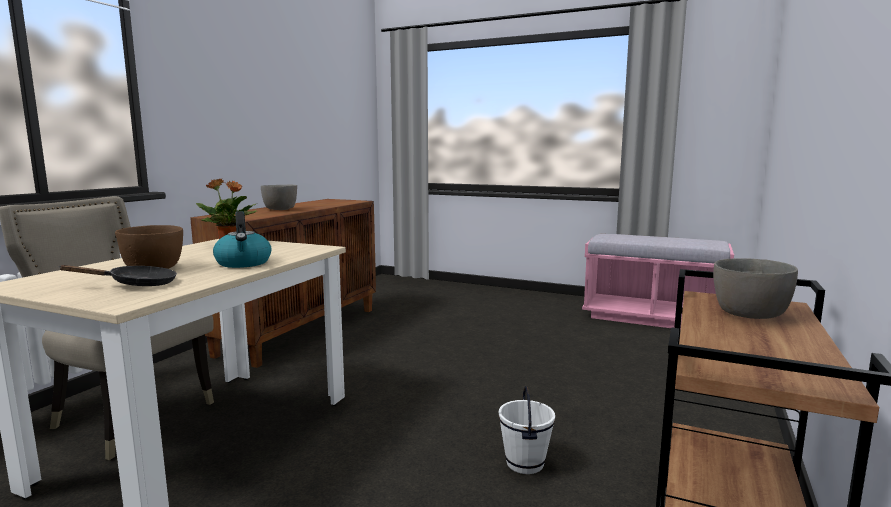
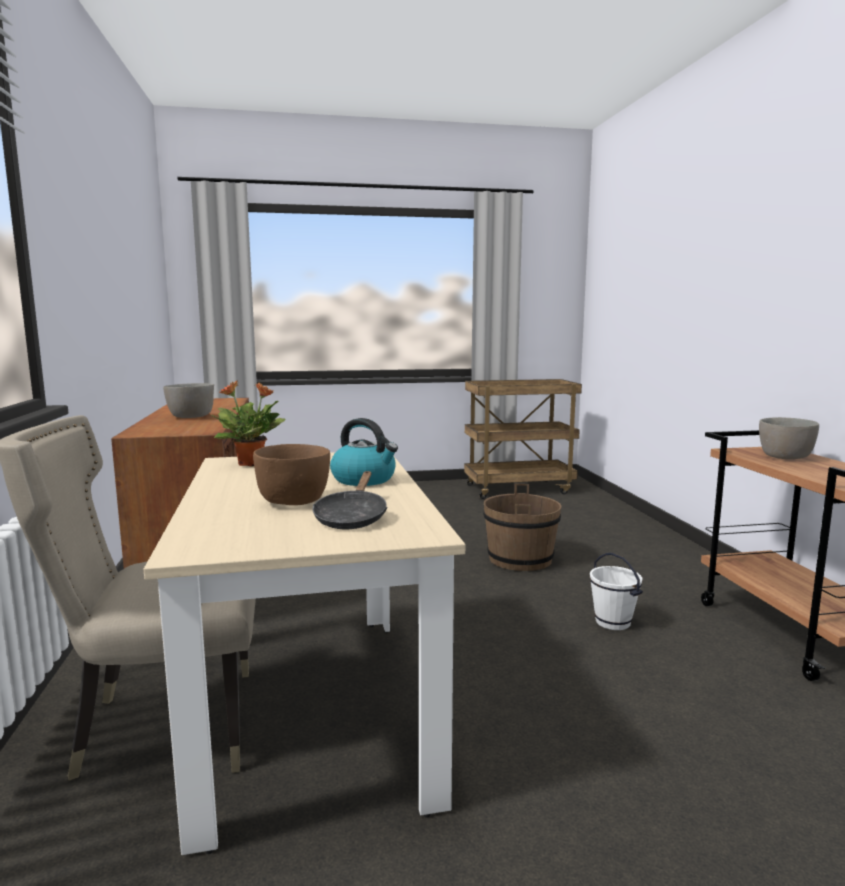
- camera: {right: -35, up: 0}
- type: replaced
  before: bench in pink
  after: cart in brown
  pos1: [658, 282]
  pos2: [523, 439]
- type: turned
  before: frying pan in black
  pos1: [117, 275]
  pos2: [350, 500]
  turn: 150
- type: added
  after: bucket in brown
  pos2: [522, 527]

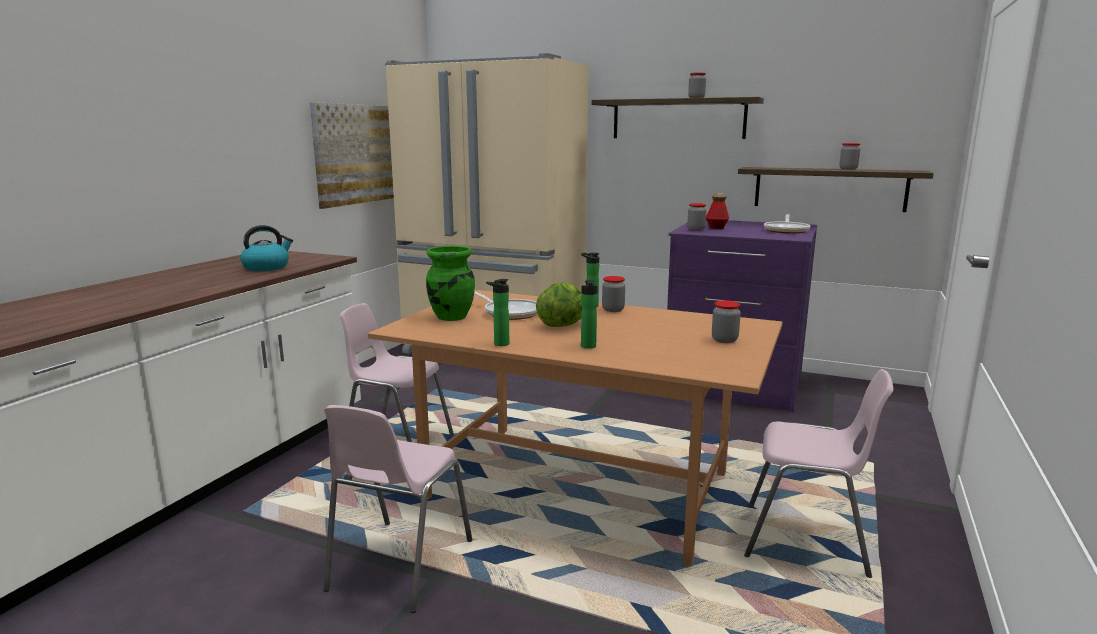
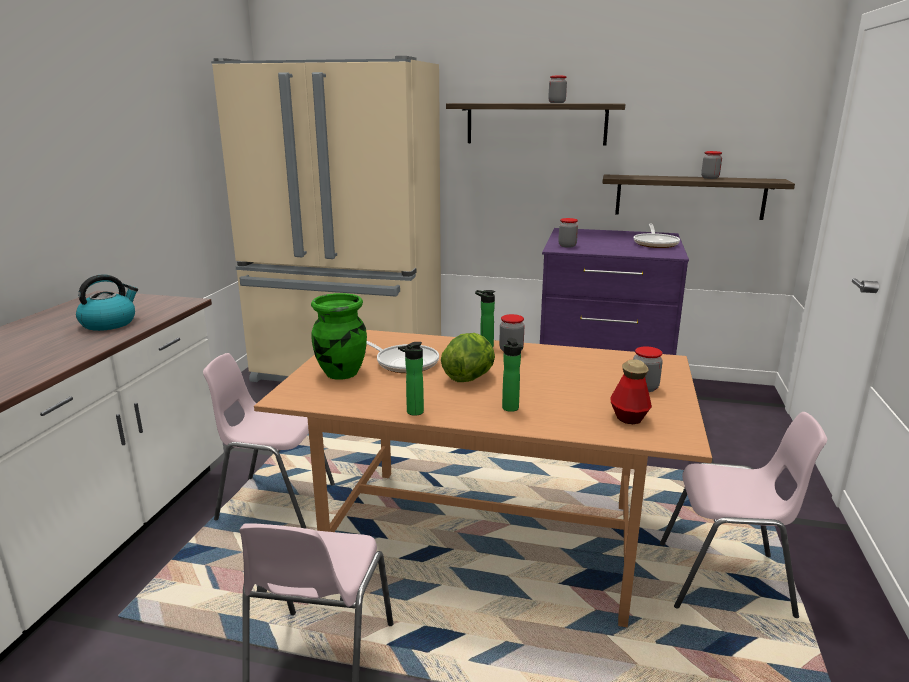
- camera: {right: -10, up: 5}
- type: removed
  before: picture
  pos1: [352, 155]
- type: moved
  before: bottle
  pos1: [717, 211]
  pos2: [631, 391]

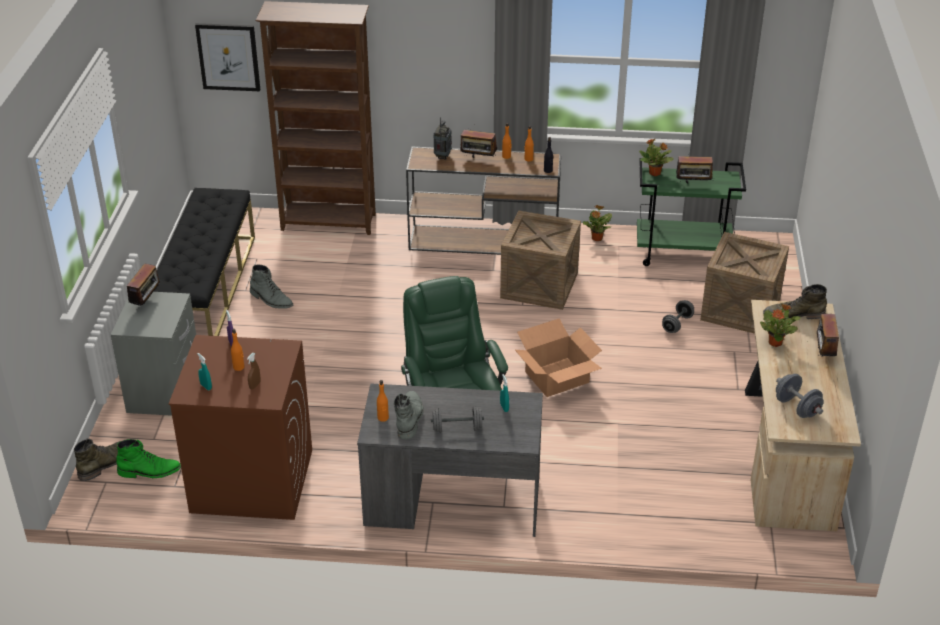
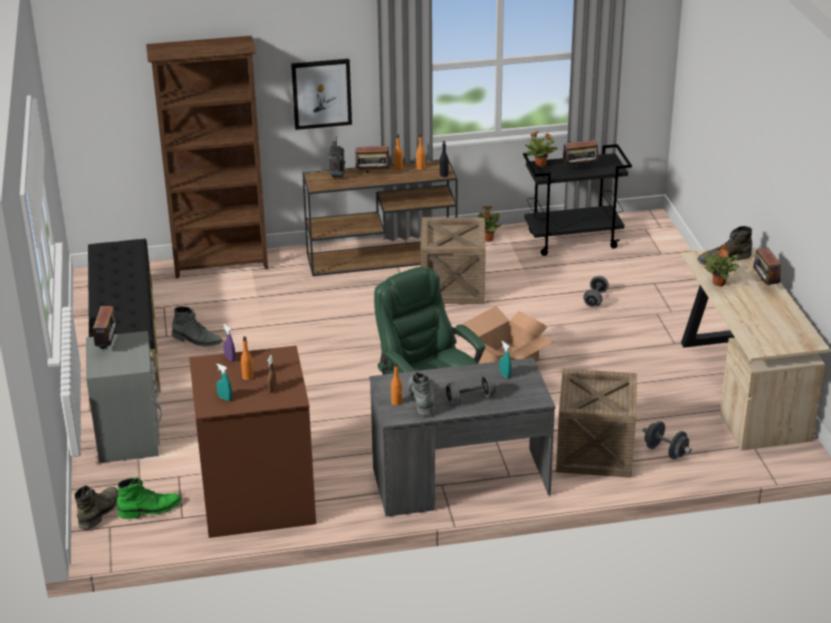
- camera: {right: -15, up: -5}
- type: moved
  before: picture
  pos1: [227, 57]
  pos2: [321, 94]
- type: recoloured
  before: cart in green
  after: cart in black
  pos1: [691, 212]
  pos2: [577, 200]
- type: moved
  before: crate
  pos1: [744, 283]
  pos2: [596, 423]
- type: moved
  before: dumbbell in grey
  pos1: [800, 396]
  pos2: [667, 440]

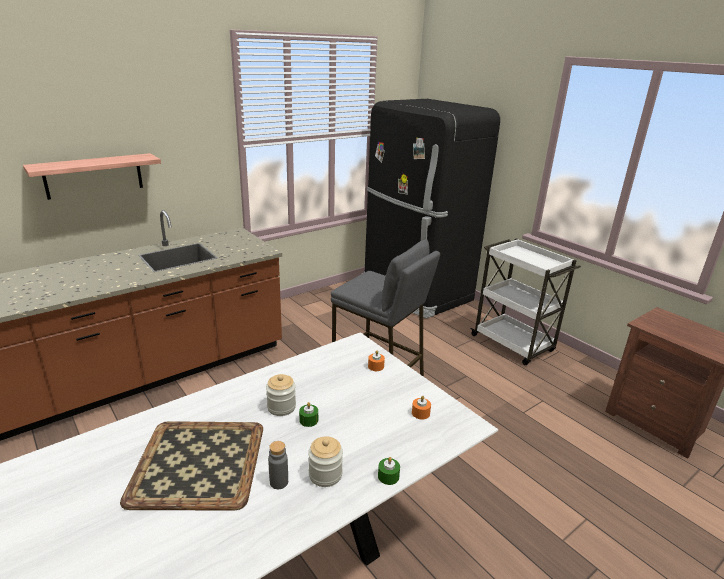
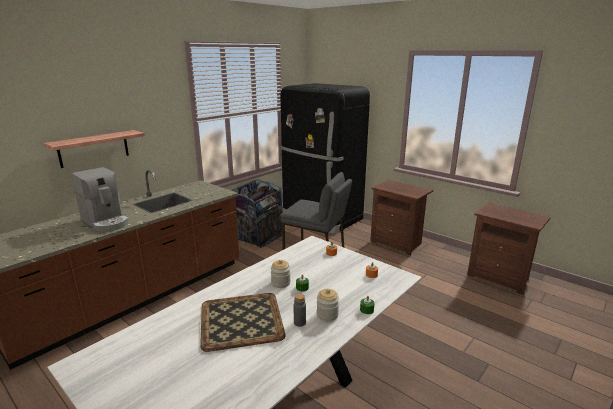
- camera: {right: -10, up: -5}
- type: replaced
  before: cart in white
  after: nightstand in brown
  pos1: [525, 301]
  pos2: [401, 217]
- type: added
  after: coffee machine
  pos2: [100, 199]
- type: added
  after: trash can
  pos2: [257, 213]

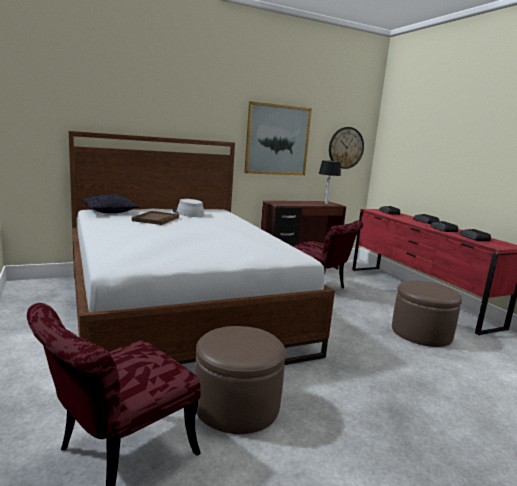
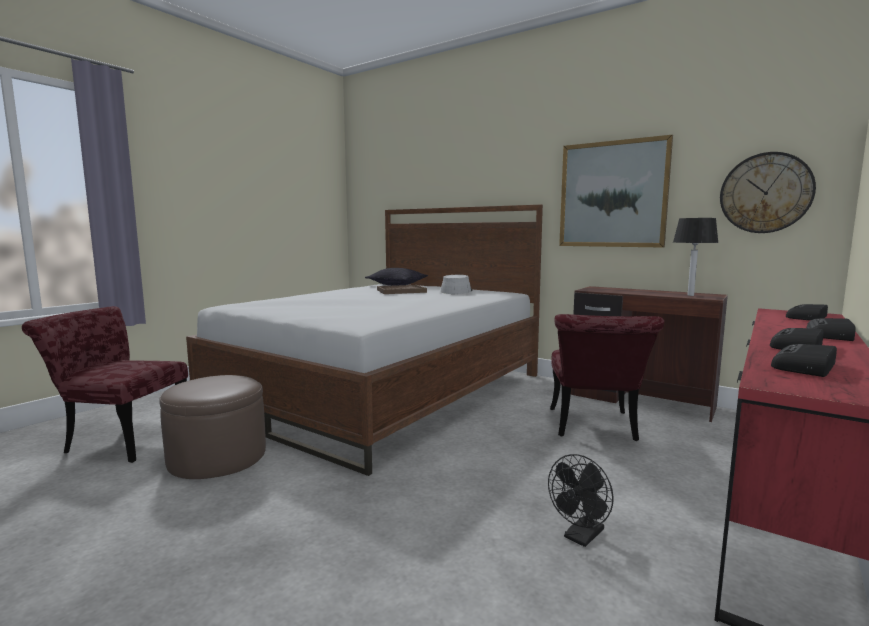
- camera: {right: 60, up: -5}
- type: replaced
  before: ottoman in brown
  after: fan in black
  pos1: [427, 313]
  pos2: [581, 500]

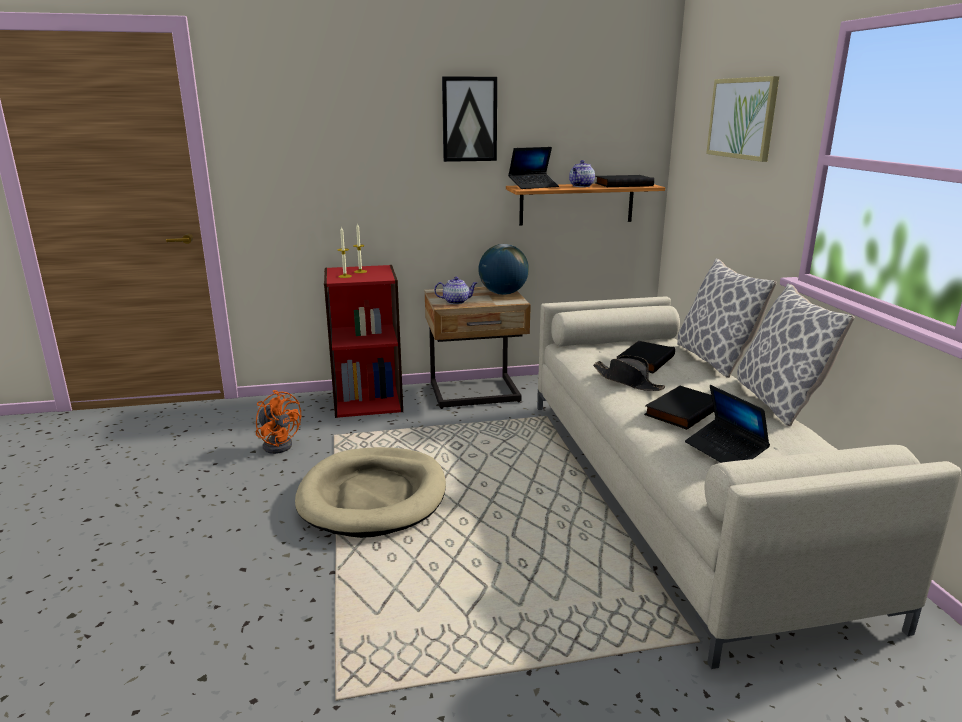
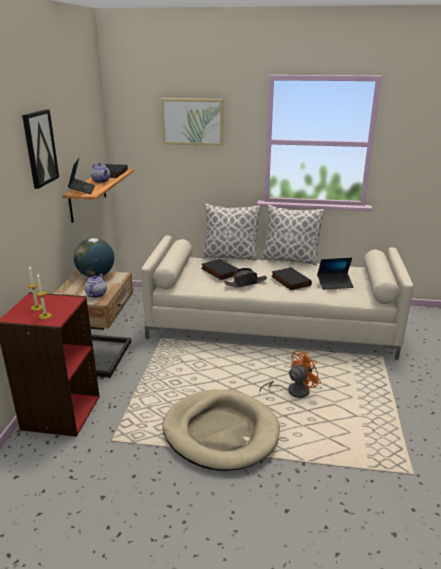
- camera: {right: -70, up: 5}
- type: moved
  before: fan in orange
  pos1: [278, 422]
  pos2: [290, 374]

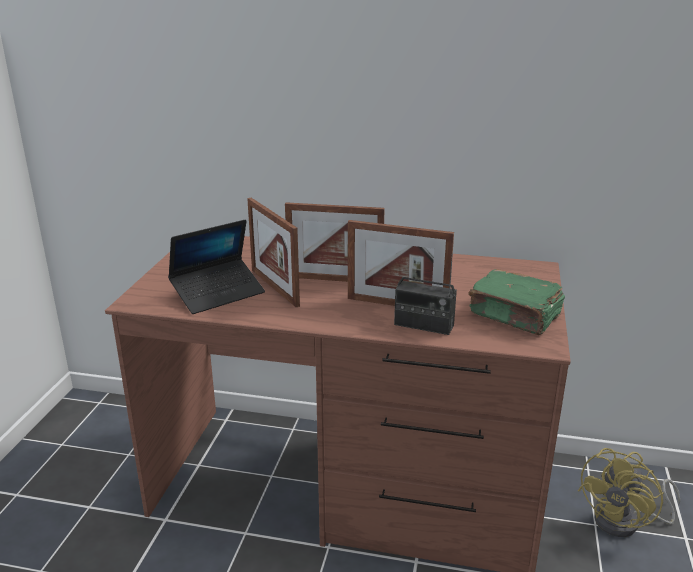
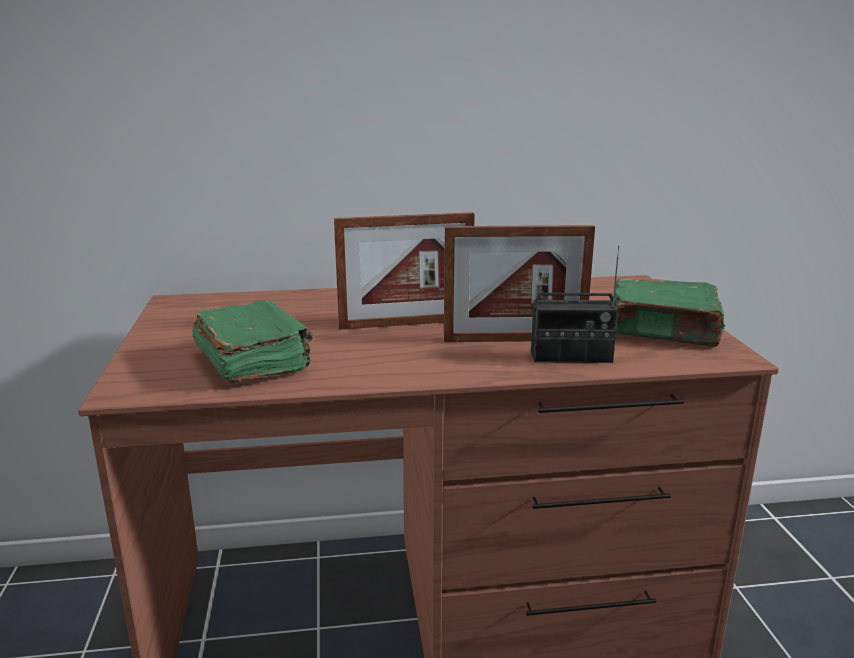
- camera: {right: -20, up: -5}
- type: removed
  before: picture frame
  pos1: [273, 252]
- type: replaced
  before: laptop
  after: book in green
  pos1: [216, 267]
  pos2: [253, 341]
- type: removed
  before: fan in yellow
  pos1: [629, 492]

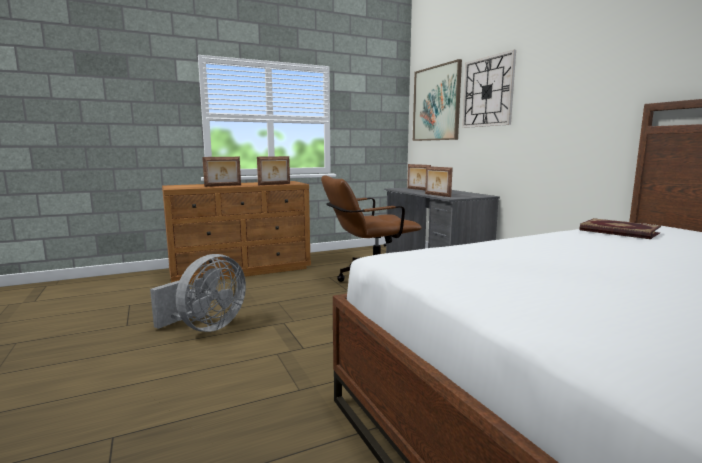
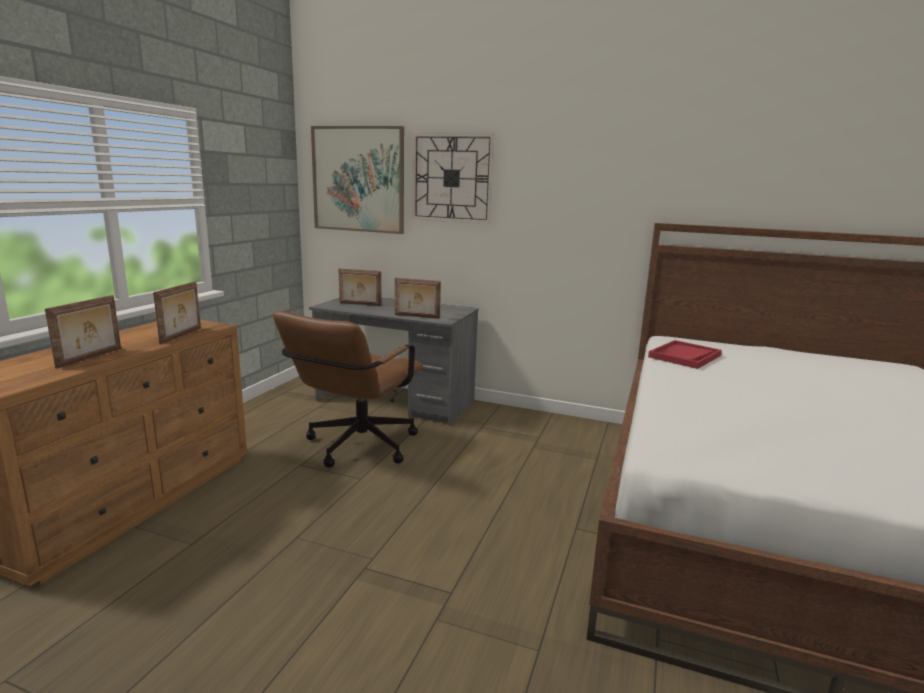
- camera: {right: -45, up: 5}
- type: replaced
  before: book
  after: tray in red
  pos1: [620, 228]
  pos2: [685, 354]
- type: removed
  before: fan in grey
  pos1: [198, 293]

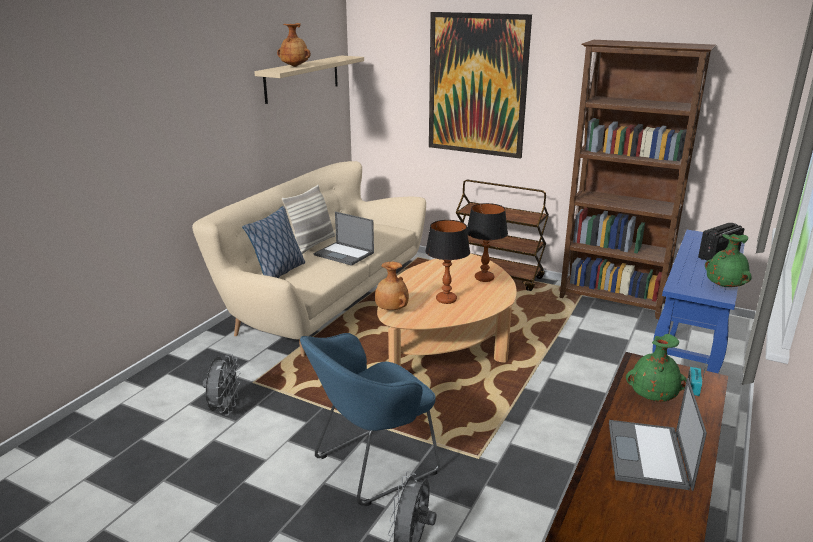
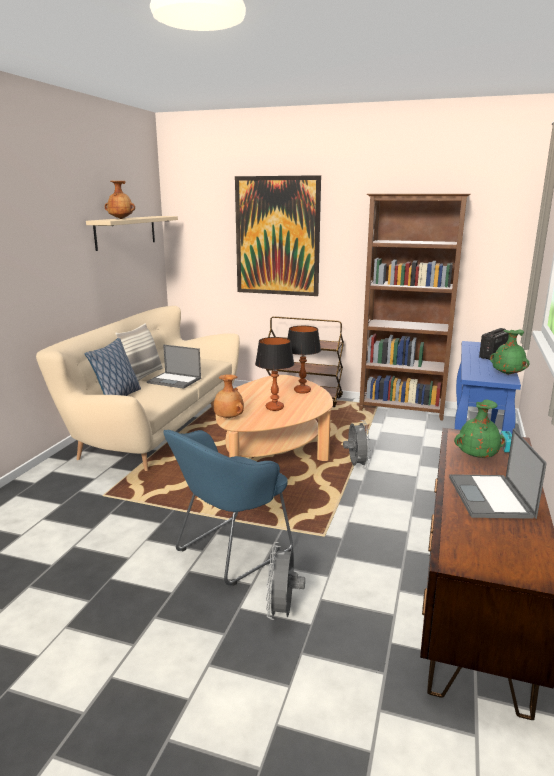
- camera: {right: -10, up: -5}
- type: moved
  before: fan in grey
  pos1: [222, 384]
  pos2: [357, 444]

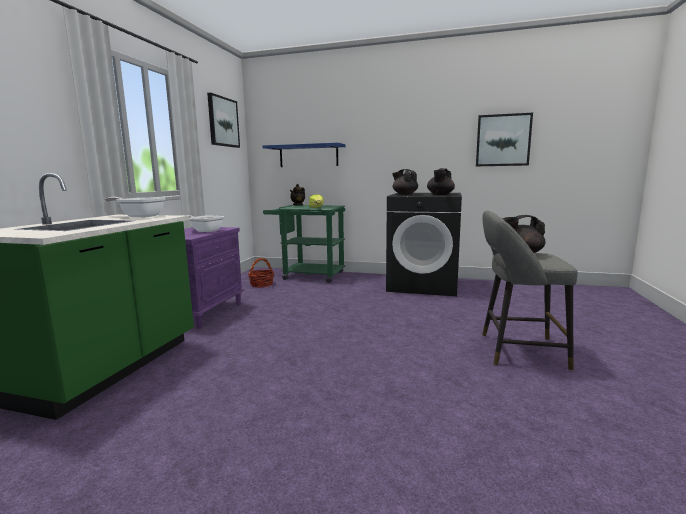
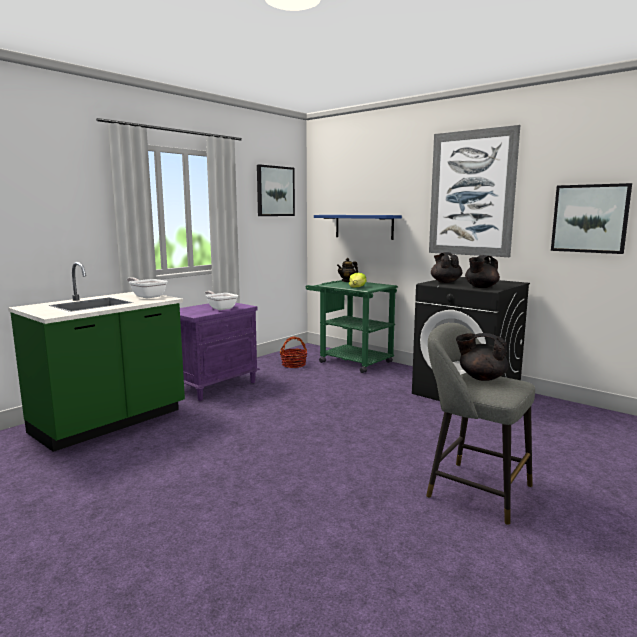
- camera: {right: 25, up: 0}
- type: added
  after: picture
  pos2: [474, 191]

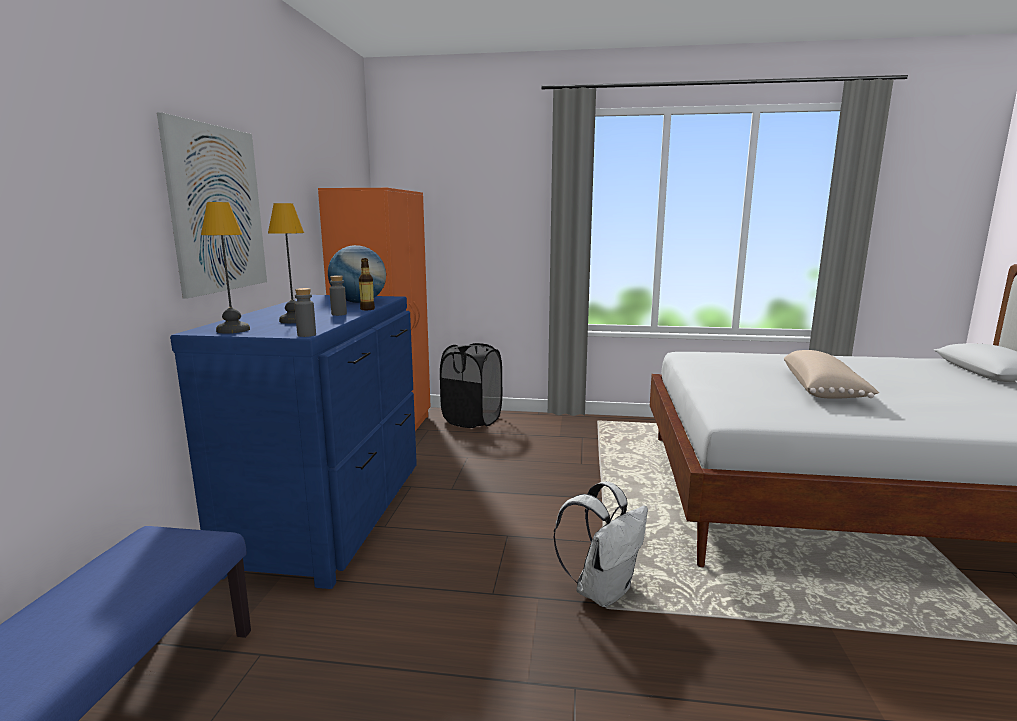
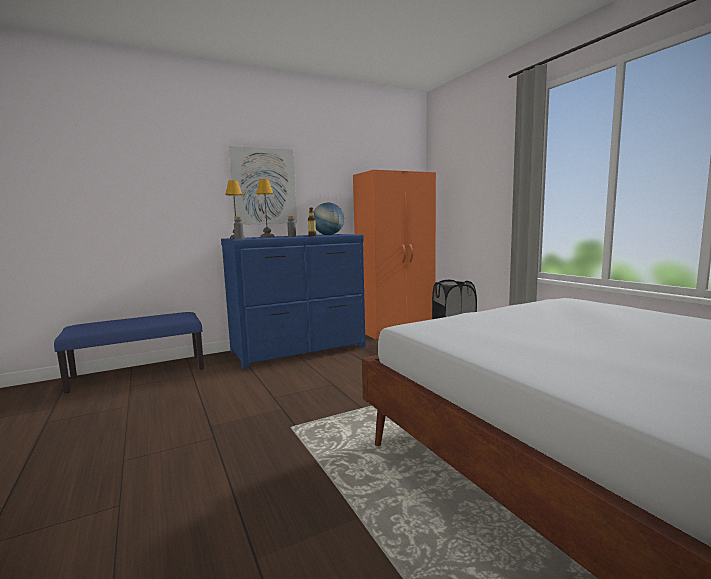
- camera: {right: 55, up: -5}
- type: removed
  before: pillow in beige
  pos1: [831, 374]
- type: removed
  before: backpack in white
  pos1: [600, 544]

